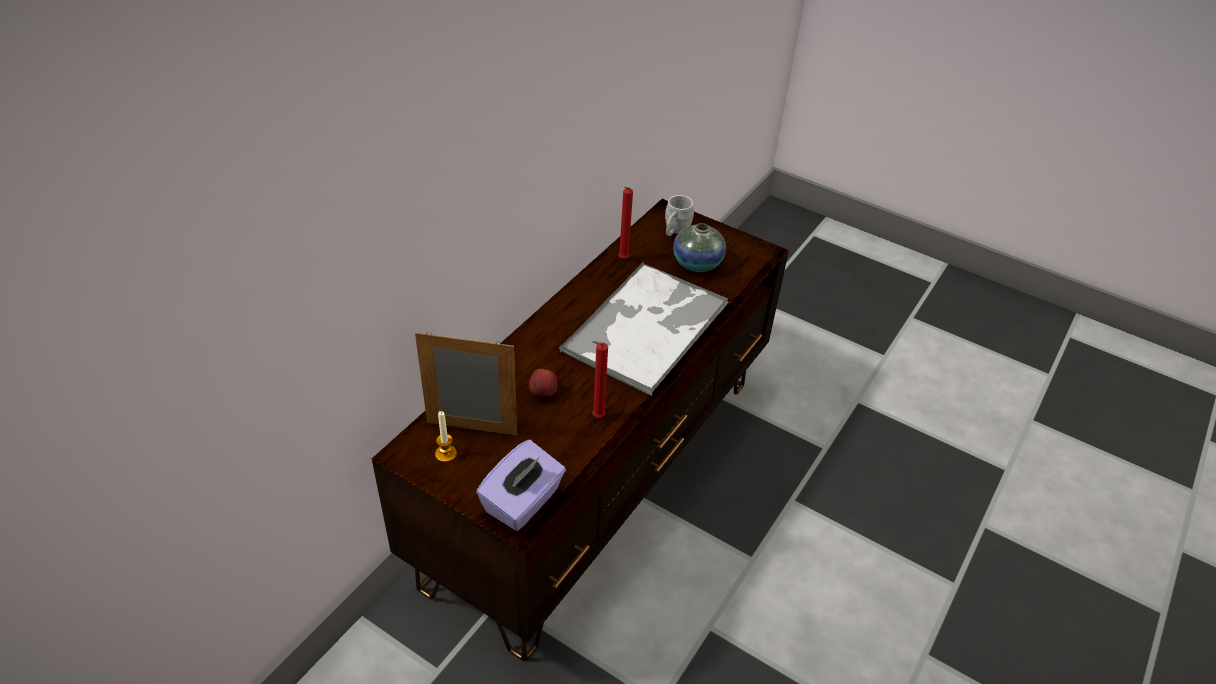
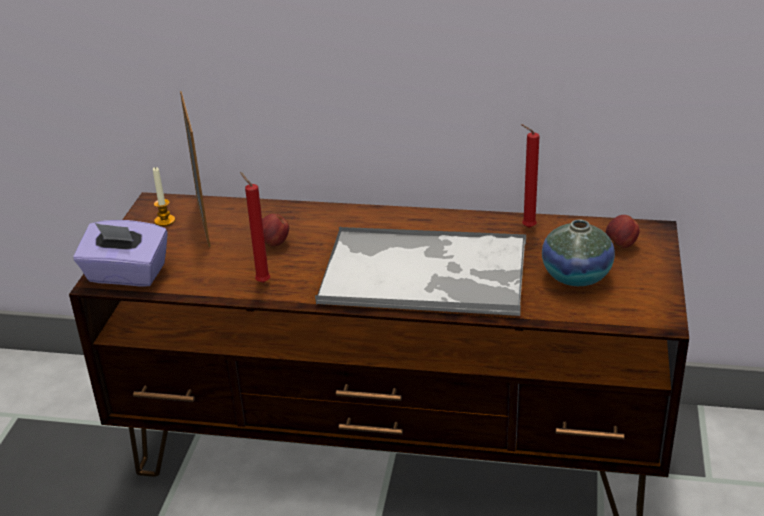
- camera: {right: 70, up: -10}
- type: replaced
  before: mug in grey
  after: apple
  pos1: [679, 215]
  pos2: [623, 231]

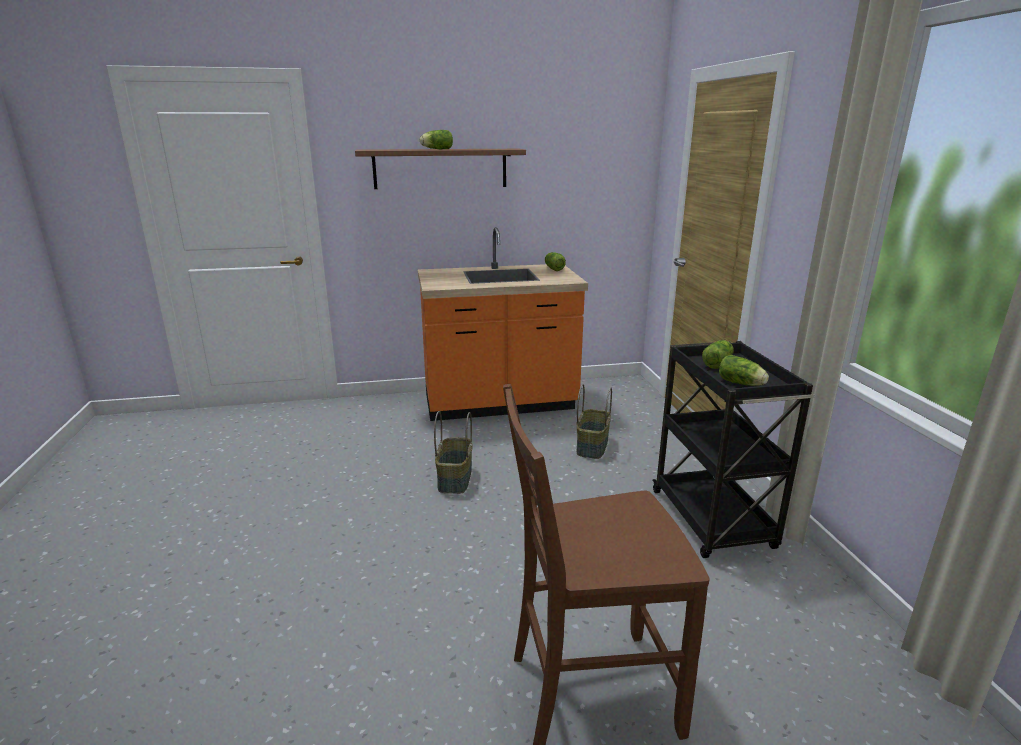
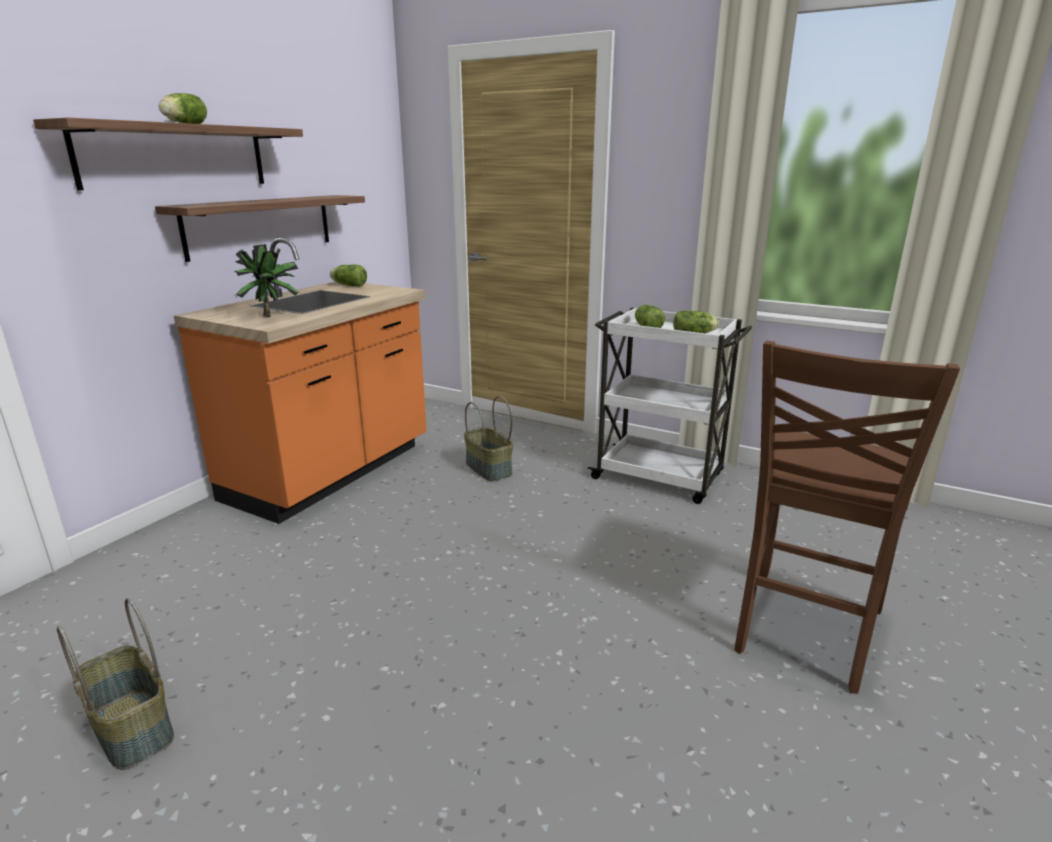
- camera: {right: -50, up: 0}
- type: recoloured
  before: cart in black
  after: cart in white
  pos1: [734, 449]
  pos2: [670, 405]
- type: moved
  before: basket
  pos1: [453, 452]
  pos2: [115, 684]
- type: added
  after: shelf
  pos2: [260, 228]
- type: added
  after: potted plant
  pos2: [266, 280]

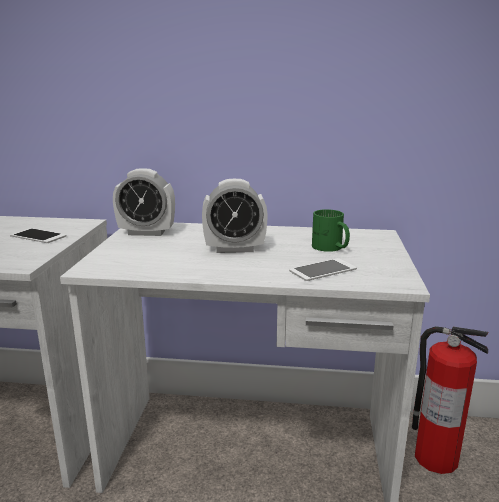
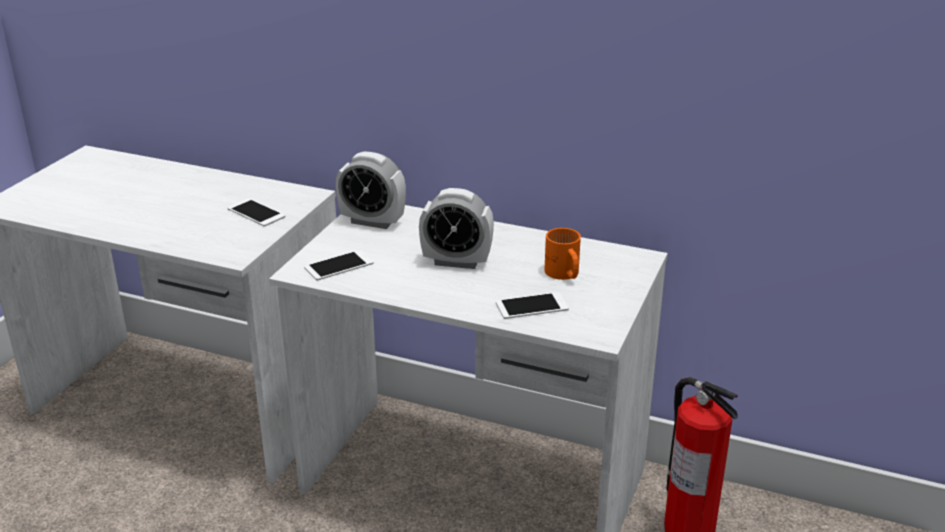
- camera: {right: 15, up: 10}
- type: recoloured
  before: mug in green
  after: mug in orange
  pos1: [331, 230]
  pos2: [562, 254]
- type: added
  after: phone
  pos2: [339, 265]

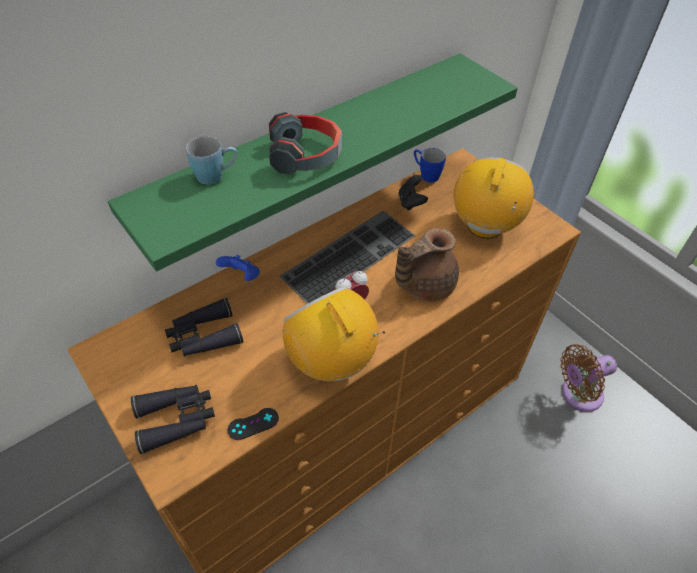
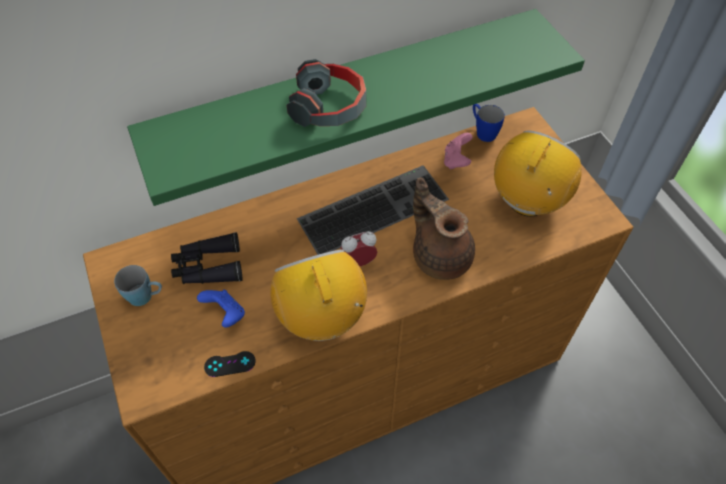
- camera: {right: 15, up: 5}
- type: moved
  before: mug in blue
  pos1: [211, 160]
  pos2: [138, 285]
- type: recoloured
  before: game controller in black
  after: game controller in pink
  pos1: [413, 192]
  pos2: [458, 151]
- type: turned
  before: teapot in brown
  pos1: [427, 264]
  pos2: [444, 228]
  turn: 75
- type: moved
  before: game controller in blue
  pos1: [238, 268]
  pos2: [221, 308]
- type: removed
  before: fan in brown
  pos1: [588, 378]
- type: removed
  before: binoculars in black
  pos1: [173, 419]

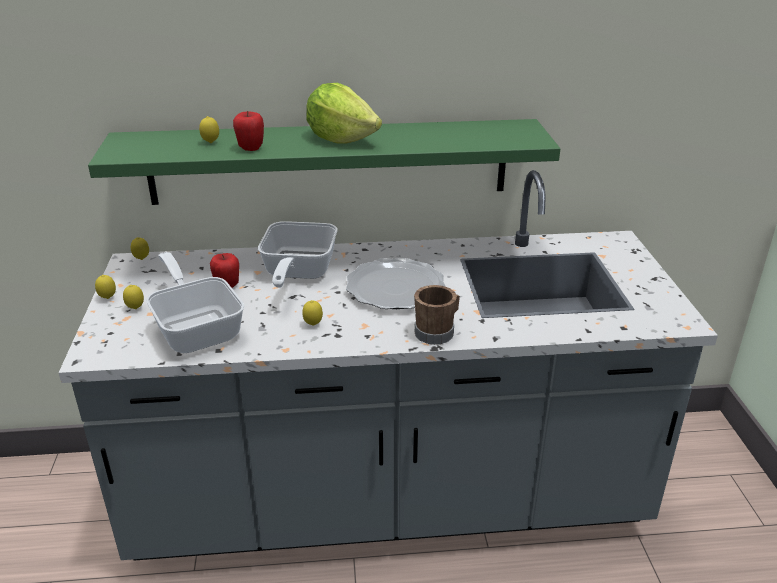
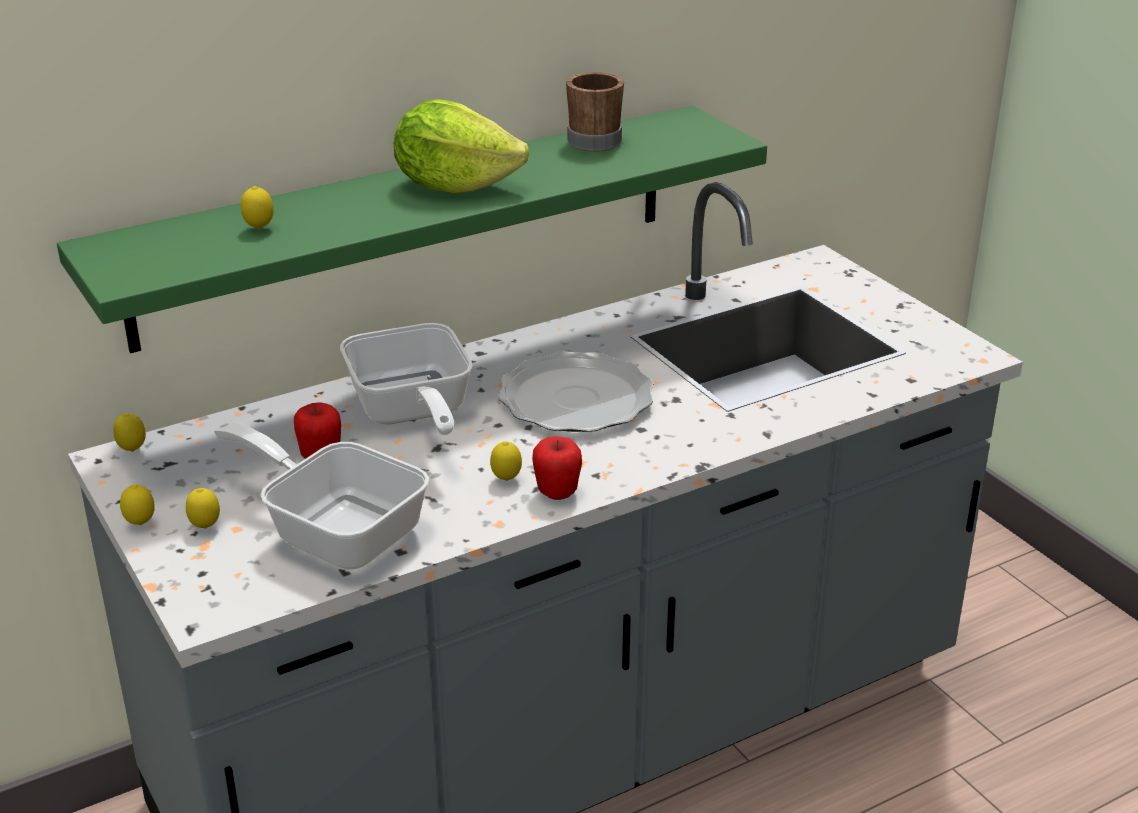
- camera: {right: -25, up: 0}
- type: moved
  before: apple
  pos1: [248, 131]
  pos2: [557, 468]
- type: moved
  before: mug in brown
  pos1: [437, 315]
  pos2: [595, 111]

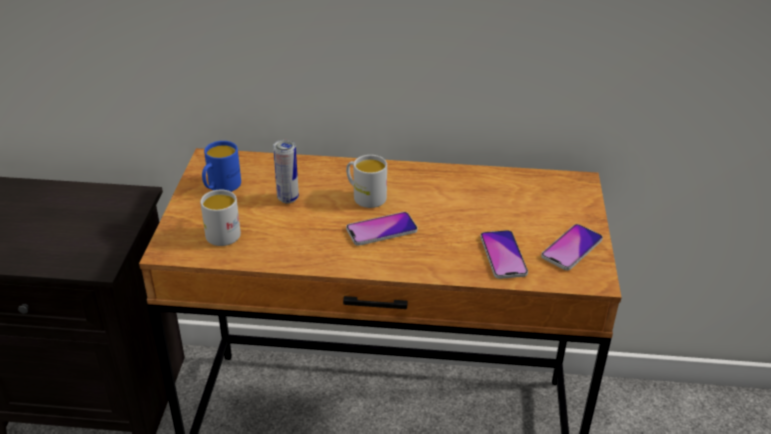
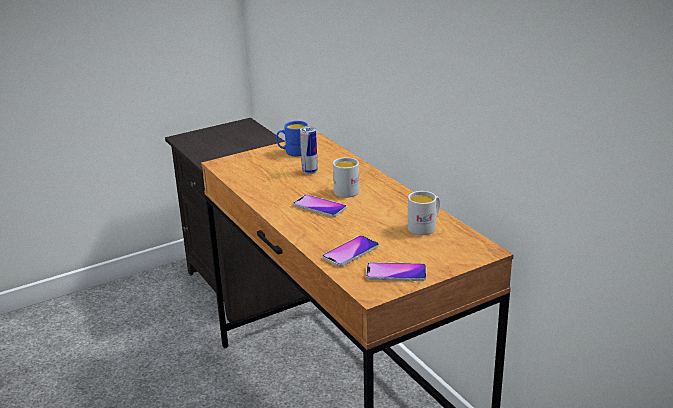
- camera: {right: 55, up: -10}
- type: moved
  before: mug in white
  pos1: [220, 217]
  pos2: [424, 213]

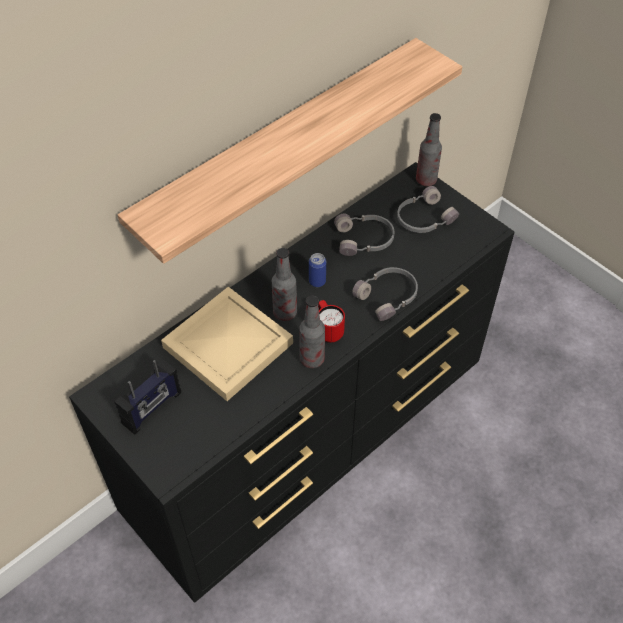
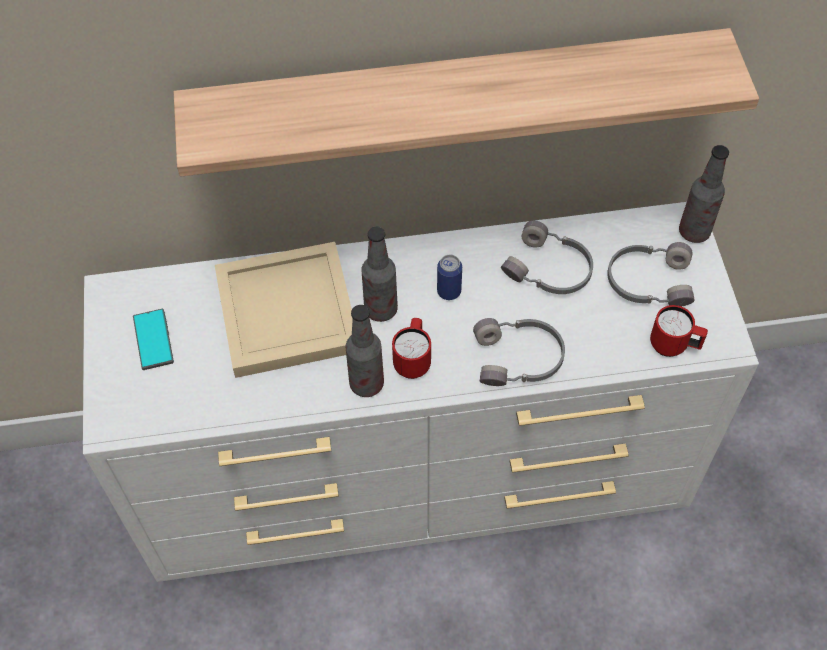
- camera: {right: 35, up: 5}
- type: recoloured
  before: dresser in black
  after: dresser in white
  pos1: [291, 382]
  pos2: [421, 392]
- type: replaced
  before: radio
  after: phone
  pos1: [147, 397]
  pos2: [153, 339]
- type: added
  after: mug in red
  pos2: [679, 331]

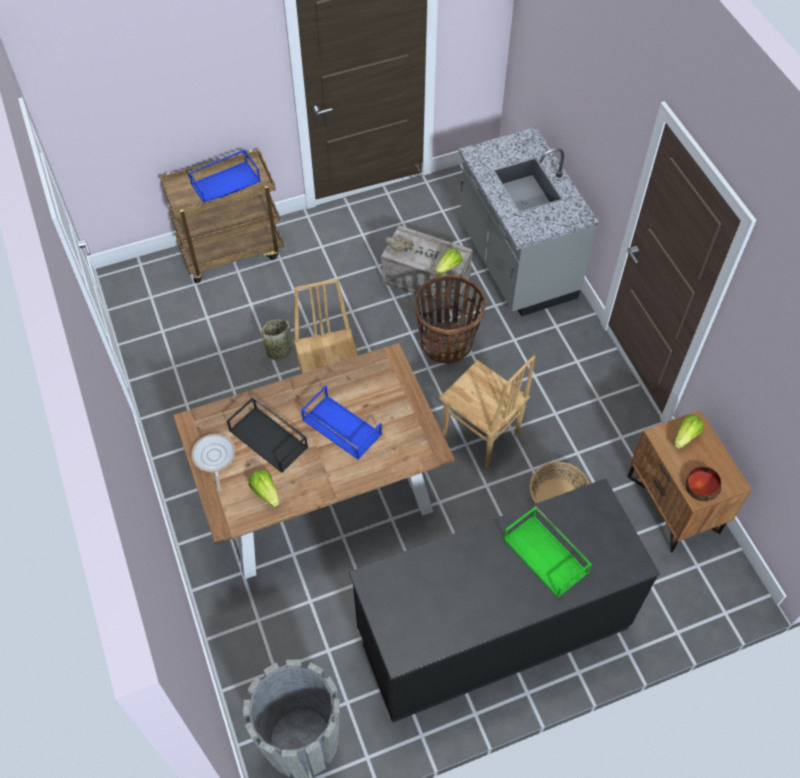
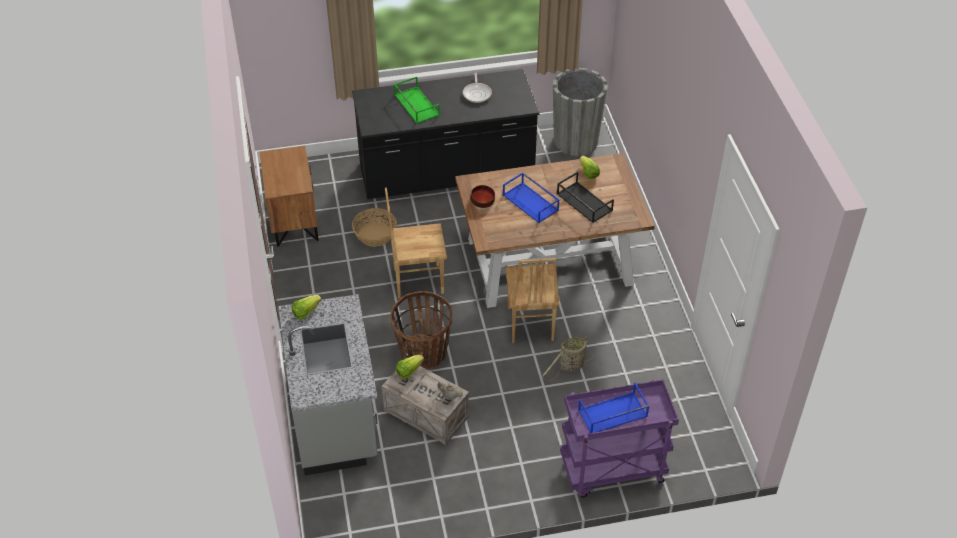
- camera: {right: -170, up: -10}
- type: recoloured
  before: cart in brown
  after: cart in purple
  pos1: [222, 216]
  pos2: [619, 438]
- type: turned
  before: chair in brown
  pos1: [487, 411]
  pos2: [416, 243]
  turn: -60
- type: moved
  before: lettuce
  pos1: [689, 431]
  pos2: [306, 307]
- type: moved
  before: frying pan
  pos1: [213, 462]
  pos2: [477, 88]
- type: moved
  before: bowl
  pos1: [703, 483]
  pos2: [482, 196]

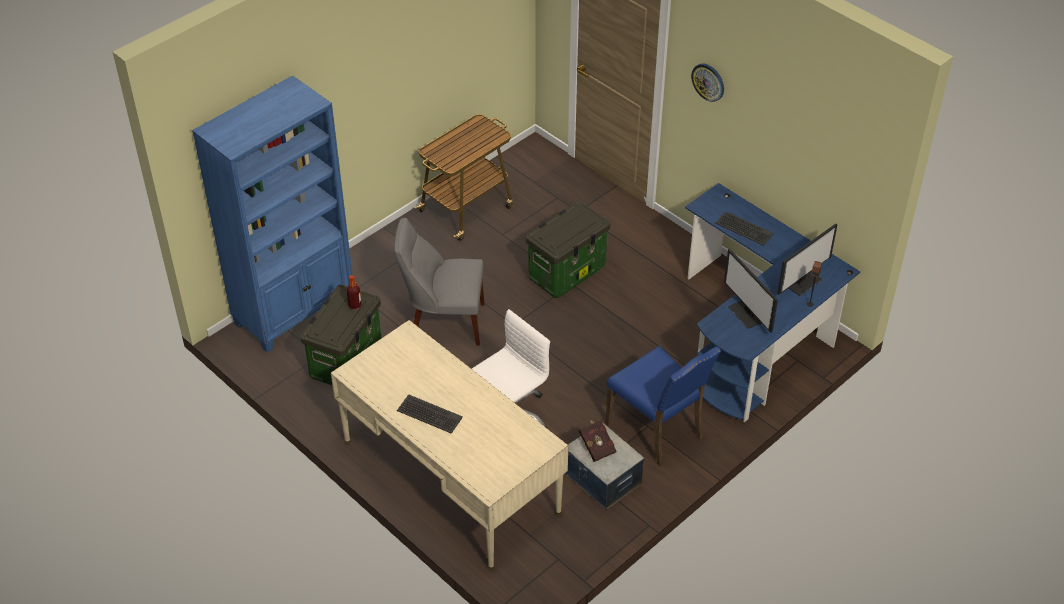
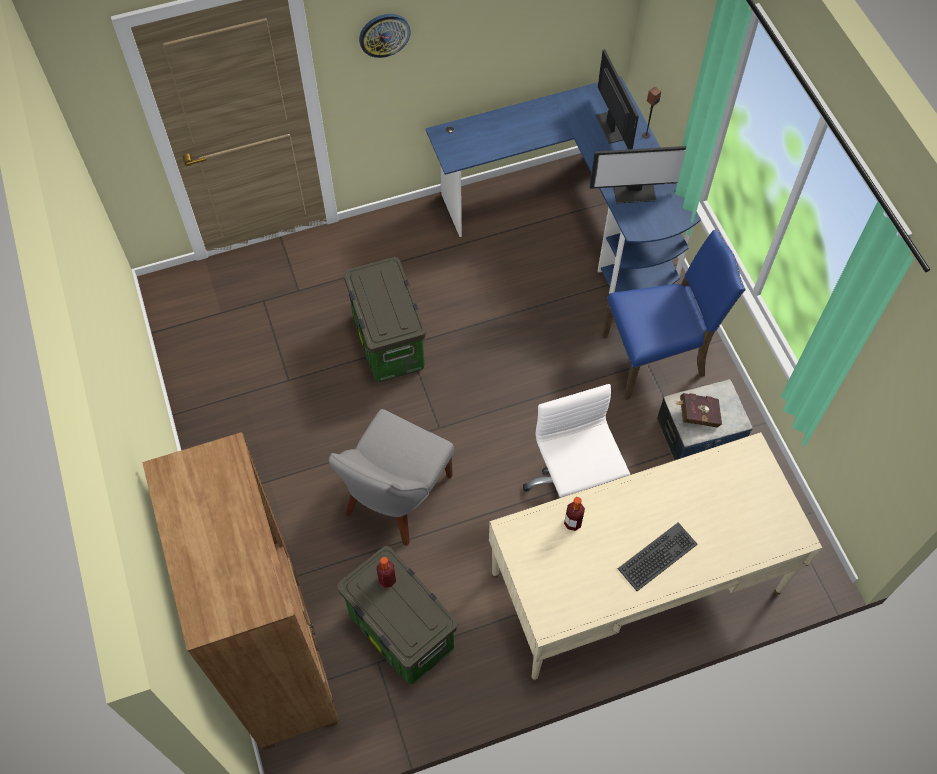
- camera: {right: -65, up: 15}
- type: recoloured
  before: bookcase in blue
  after: bookcase in brown
  pos1: [272, 213]
  pos2: [240, 591]
- type: removed
  before: cart
  pos1: [463, 177]
- type: removed
  before: keyboard
  pos1: [744, 228]
- type: added
  after: bottle
  pos2: [574, 514]

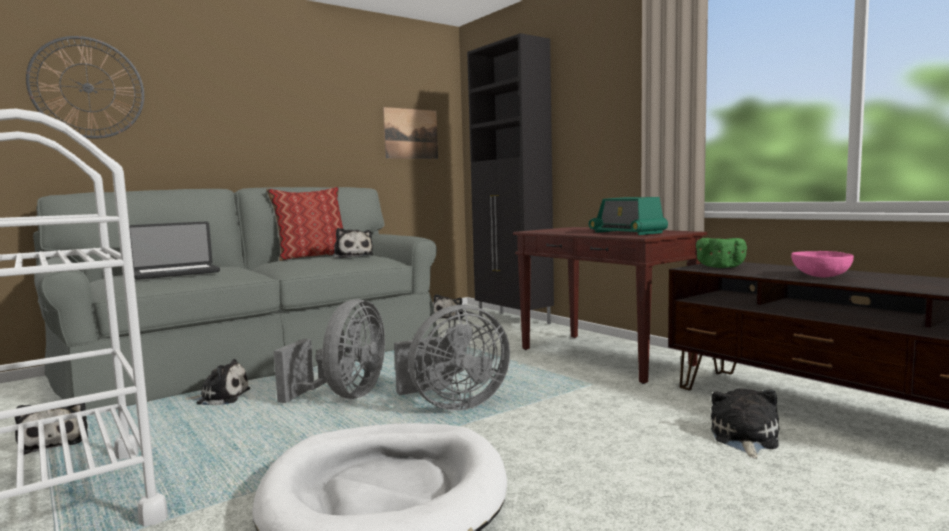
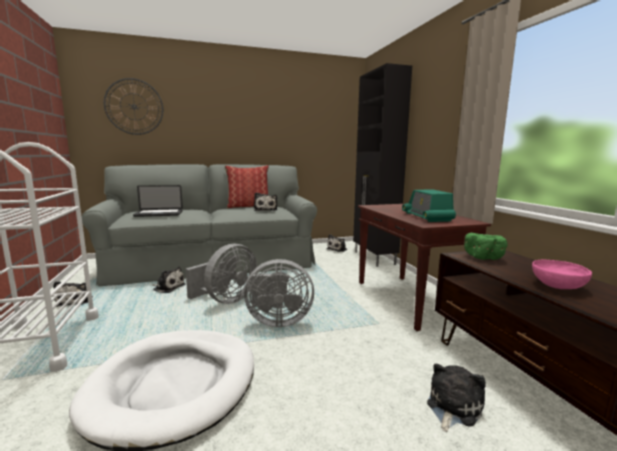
- camera: {right: 20, up: 5}
- type: removed
  before: picture
  pos1: [410, 133]

